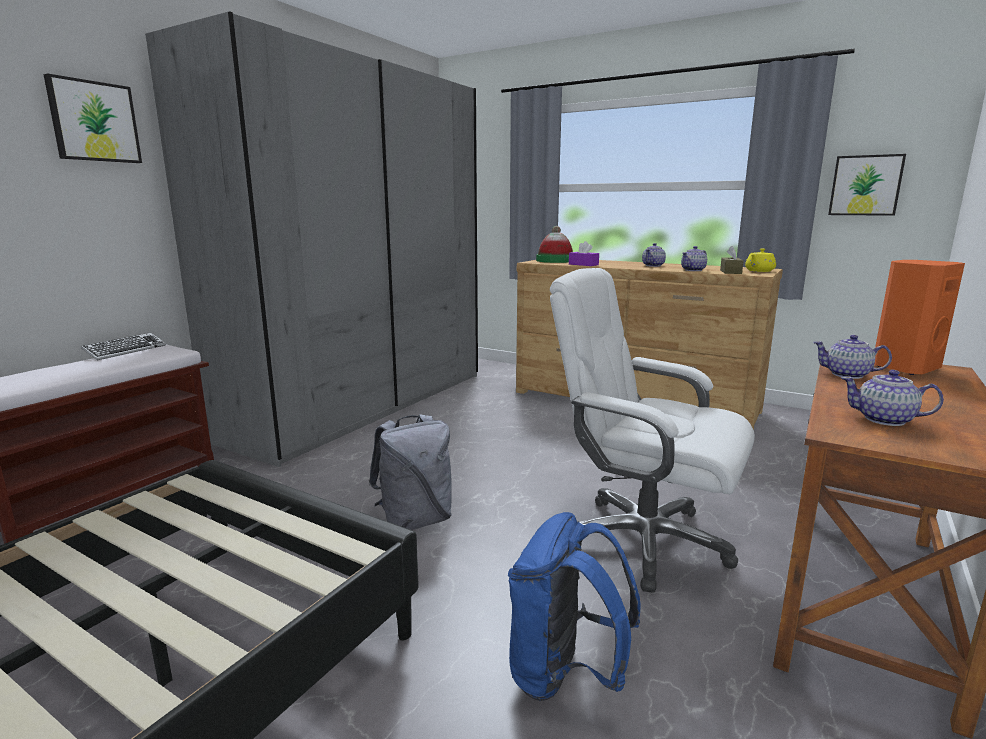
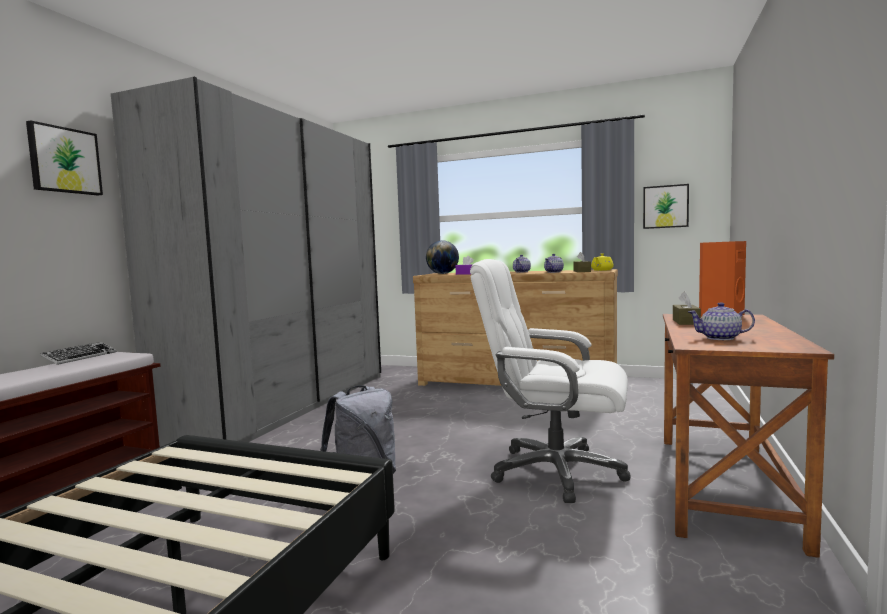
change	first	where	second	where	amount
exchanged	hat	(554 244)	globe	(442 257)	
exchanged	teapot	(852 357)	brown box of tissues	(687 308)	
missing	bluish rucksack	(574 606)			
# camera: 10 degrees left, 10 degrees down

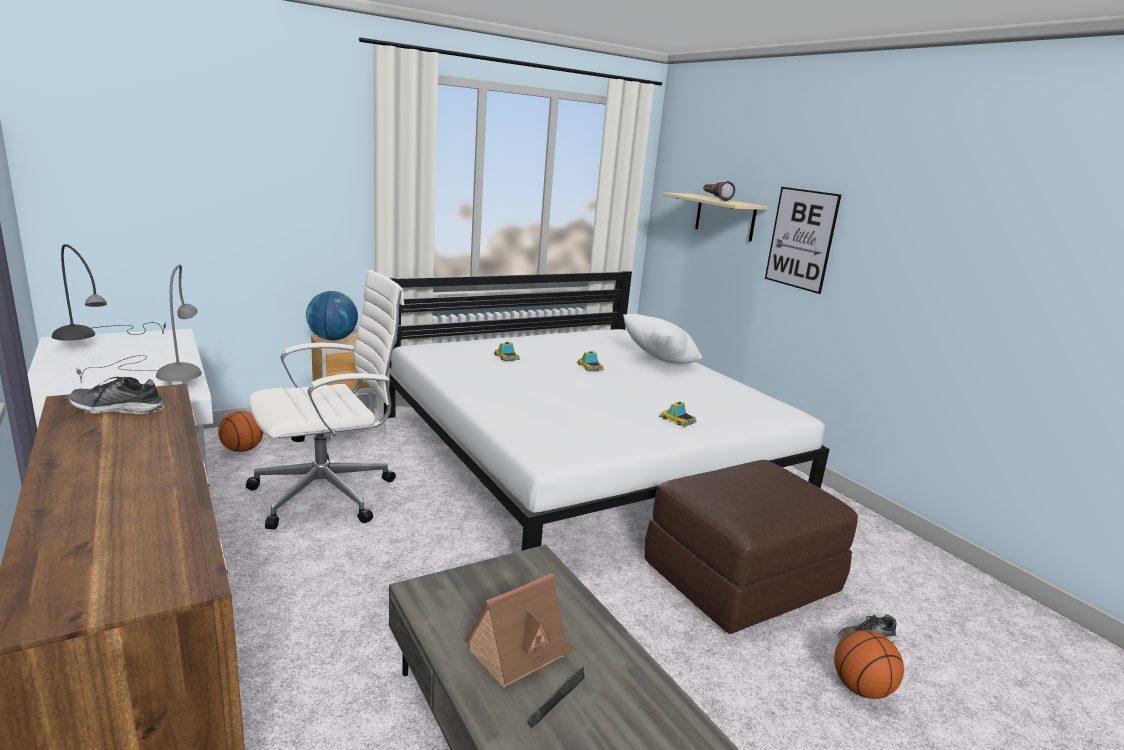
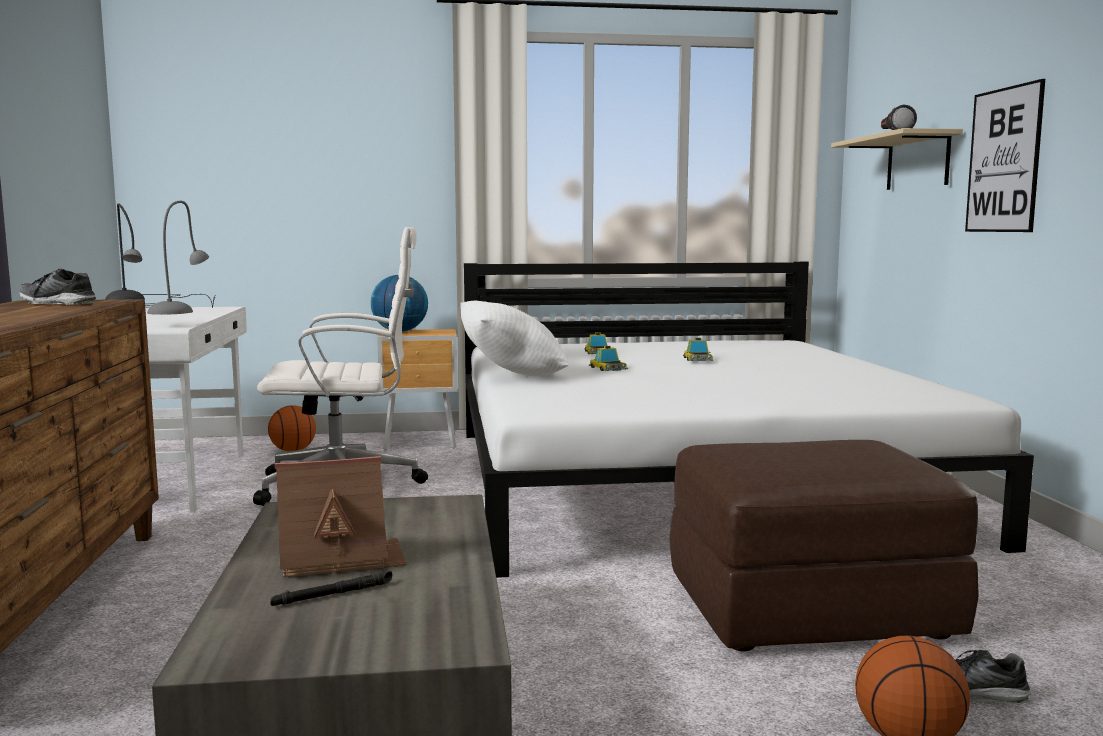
change	first	where	second	where	amount
relocated	white-coloured cushion	(662 339)		(514 338)	
relocated	miniature car	(678 413)		(608 358)	
# camera: 25 degrees right, 10 degrees down

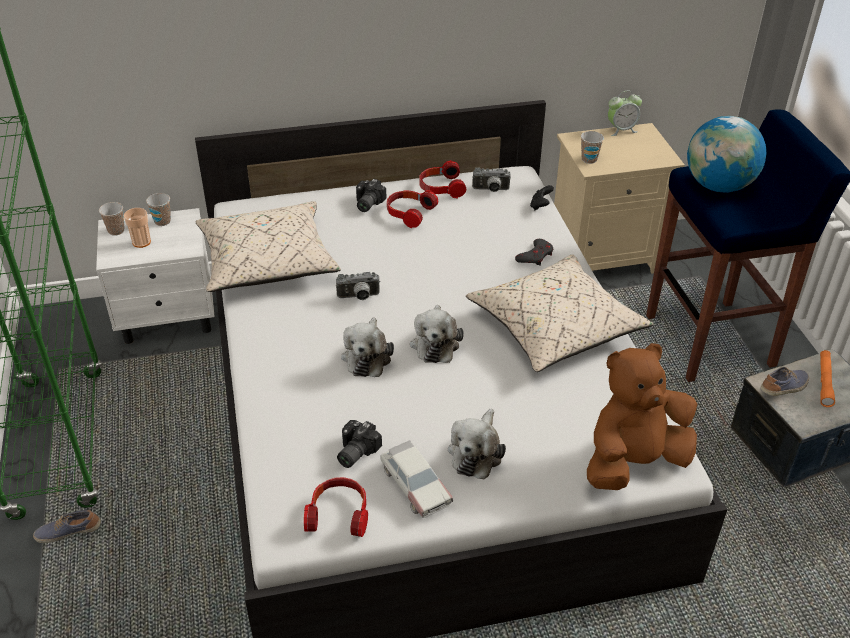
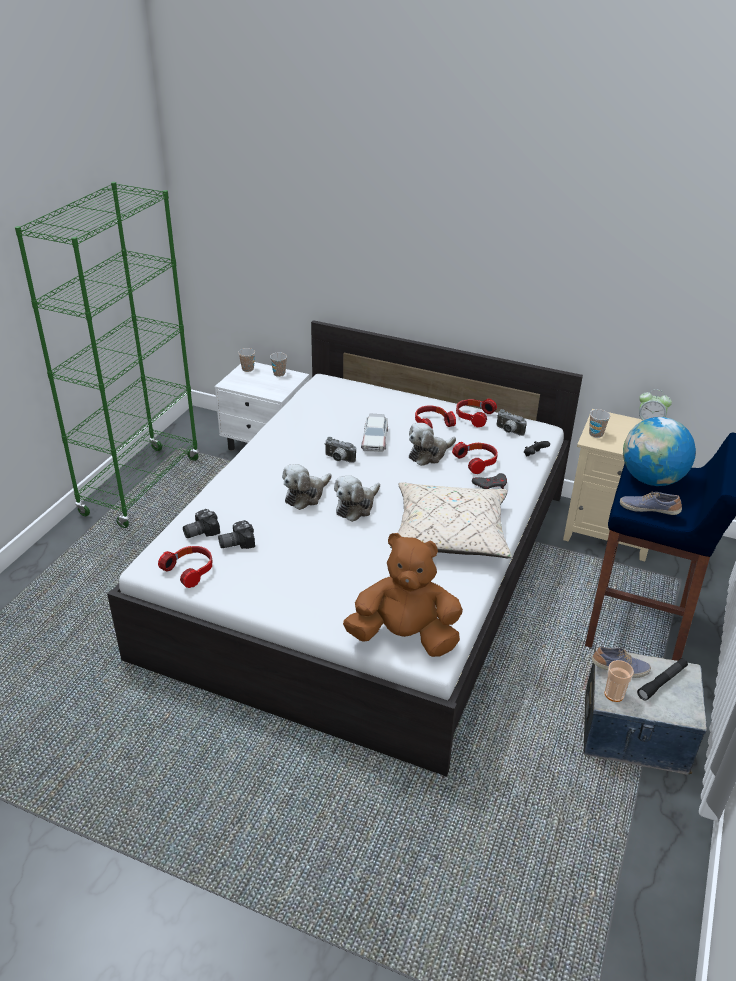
change	first	where	second	where	amount
relocated	still camera	(371 195)		(201 523)	
missing	sand-coloured cushion	(268 246)			
relocated	small cup	(137 228)		(619 681)	
colour	orange hand torch	(827 378)	black hand torch	(662 679)	
relocated	plush toy	(477 444)		(432 444)	
relocated	miniature car	(416 479)		(374 433)	
relocated	item of footwear	(67 526)		(651 503)	
appeared			headset	(475 458)	
# camera: 35 degrees right, 5 degrees down

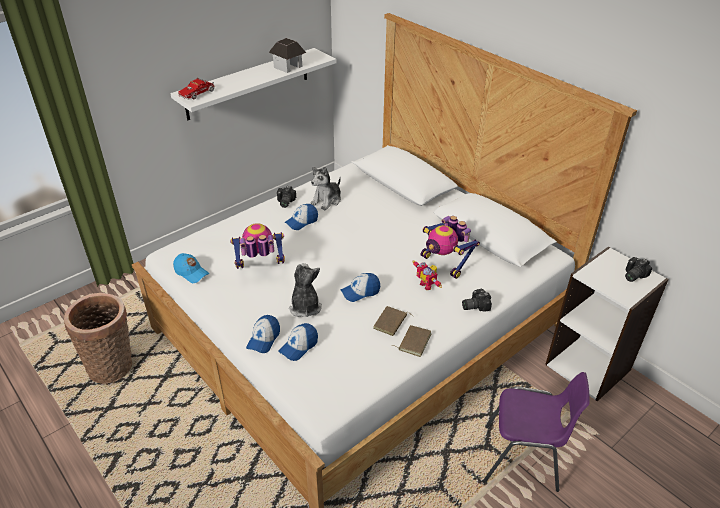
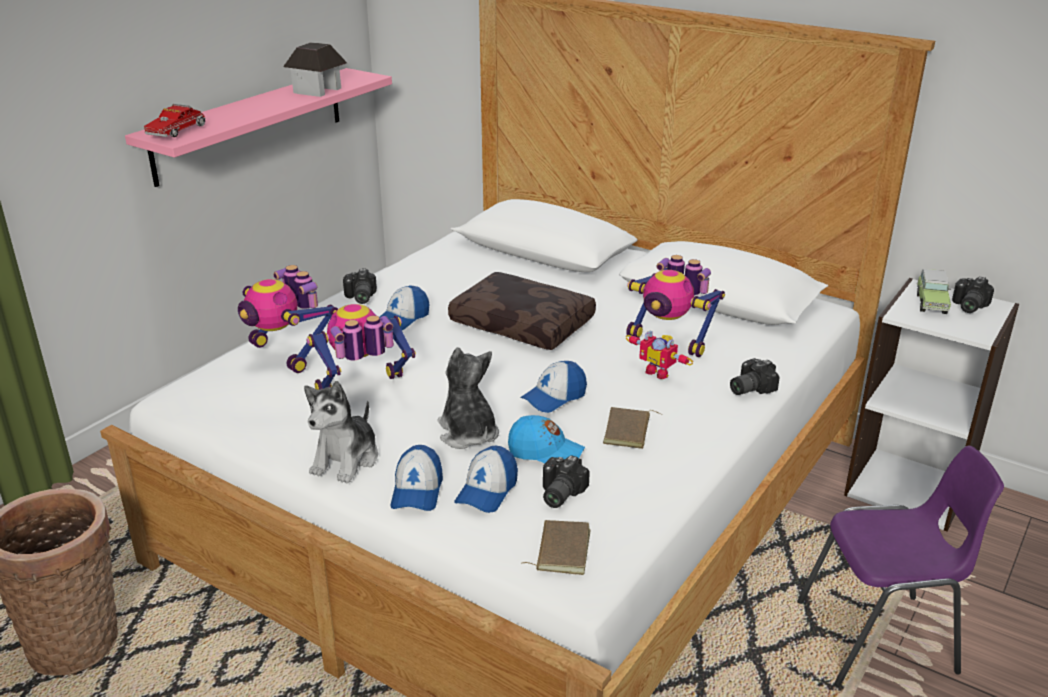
change	first	where	second	where	amount
colour	white-coloured shelf	(253 84)	pink shelf	(258 127)	
relocated	plush toy	(326 188)		(341 432)	
relocated	bluish cap	(191 268)		(546 439)	
relocated	brown bound book	(411 341)		(555 547)	
appeared			toy robot	(288 319)	
appeared			miniature car	(934 291)	
appeared			brown cushion	(522 311)	
appeared			still camera	(566 481)	
# camera: 15 degrees left, 10 degrees down

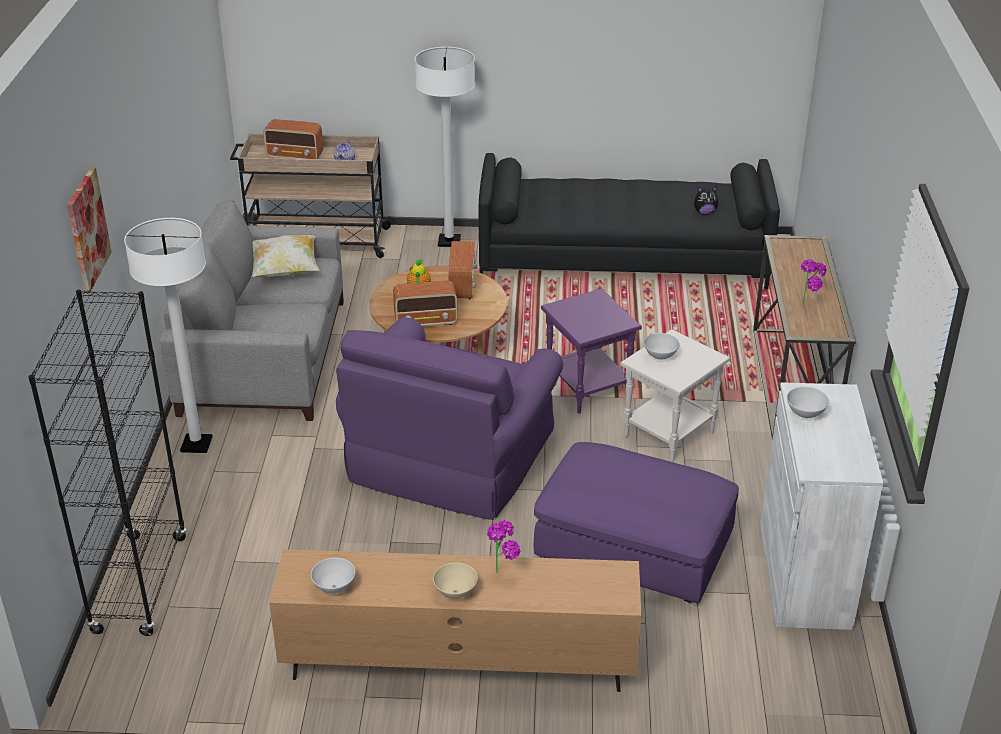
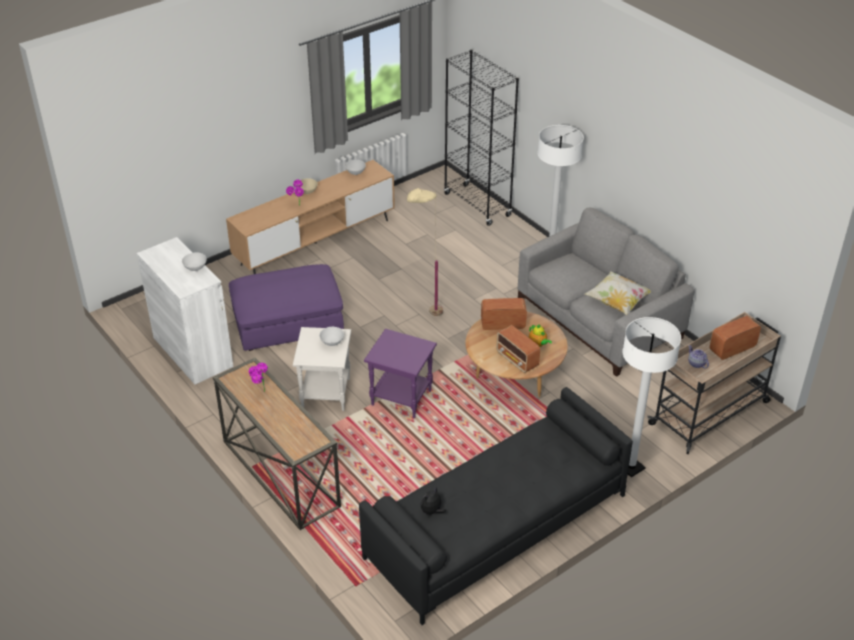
change	first	where	second	where	amount
missing	wall picture	(89 230)			
spun	radio receiver	(425 304)		(504 314)	45 degrees clockwise
exchanged	purple lounge chair	(449 418)	sand-coloured standing lamp	(425 252)	
# camera: 140 degrees right, 5 degrees up

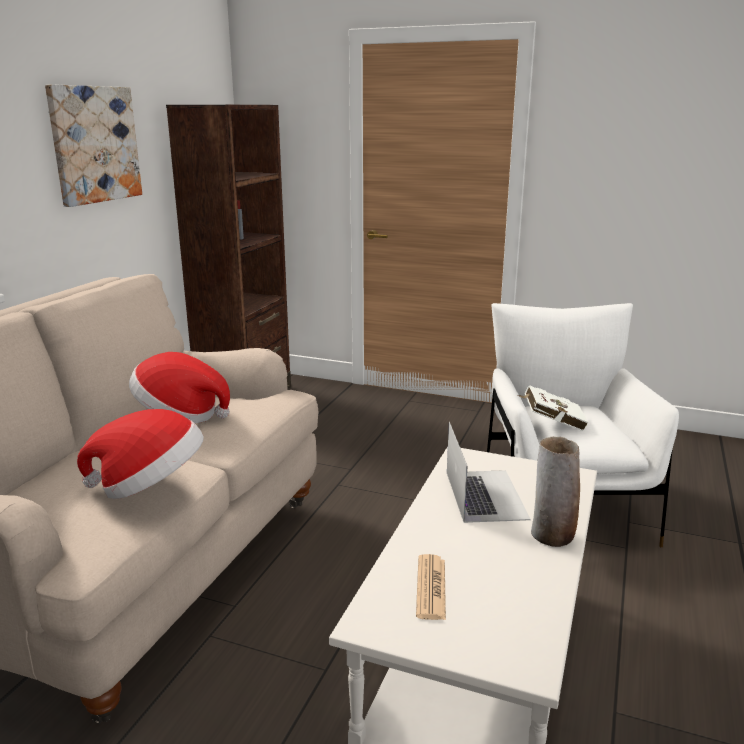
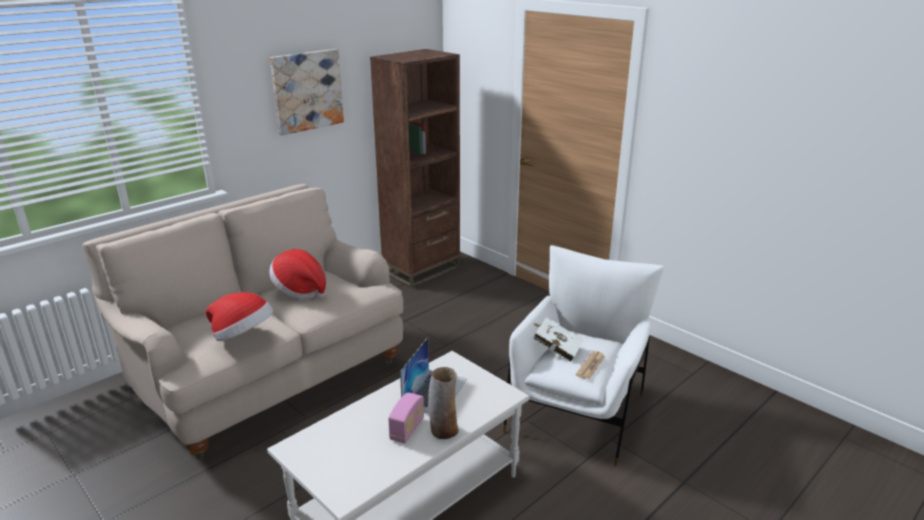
change	first	where	second	where	amount
relocated	daily paper	(431 587)		(590 365)	
appeared			radio receiver	(406 417)	
# camera: 25 degrees right, 5 degrees up

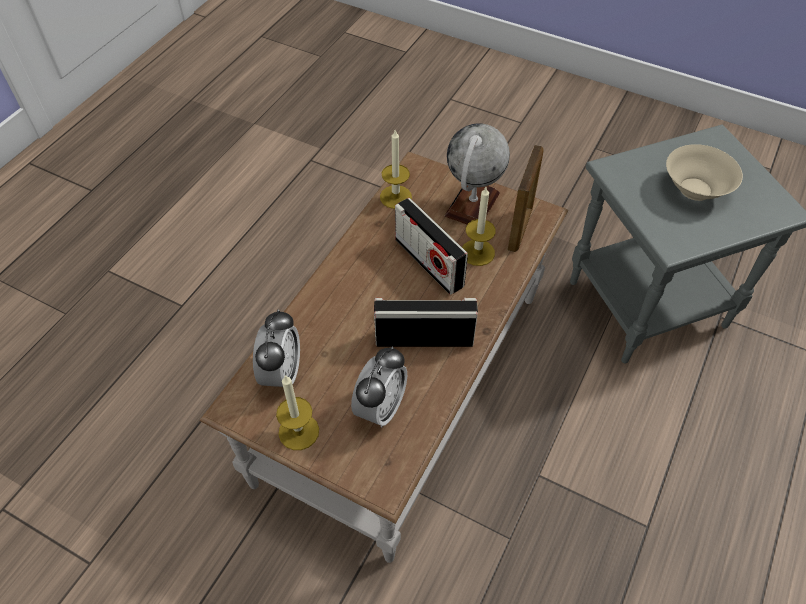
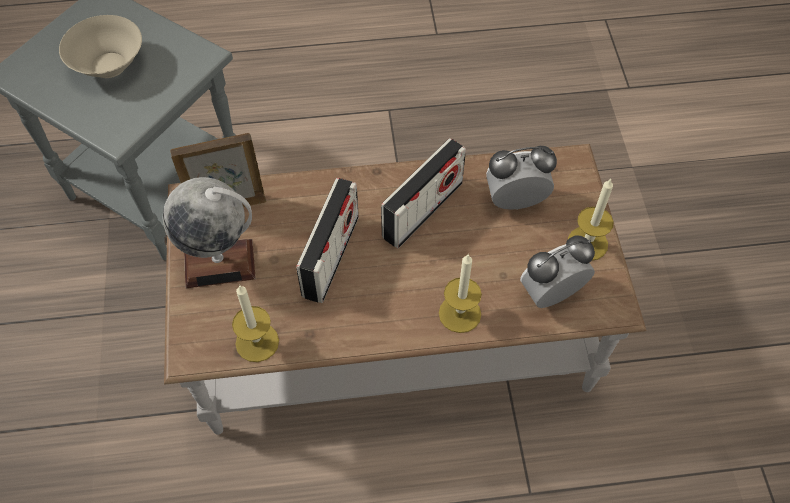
change	first	where	second	where	amount
relocated	candle	(479 226)		(460 294)	
spun	radio receiver	(426 322)		(423 193)	105 degrees counterclockwise
# camera: 125 degrees left, 5 degrees up

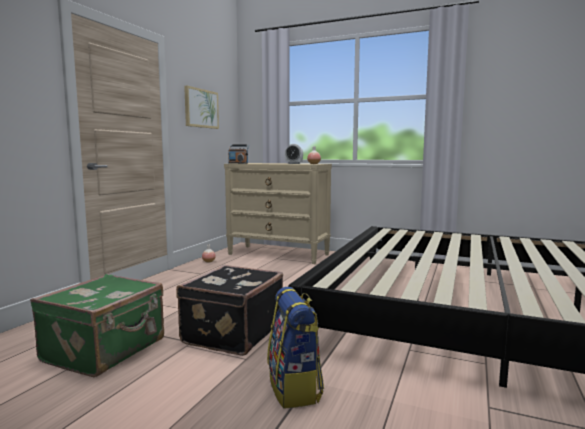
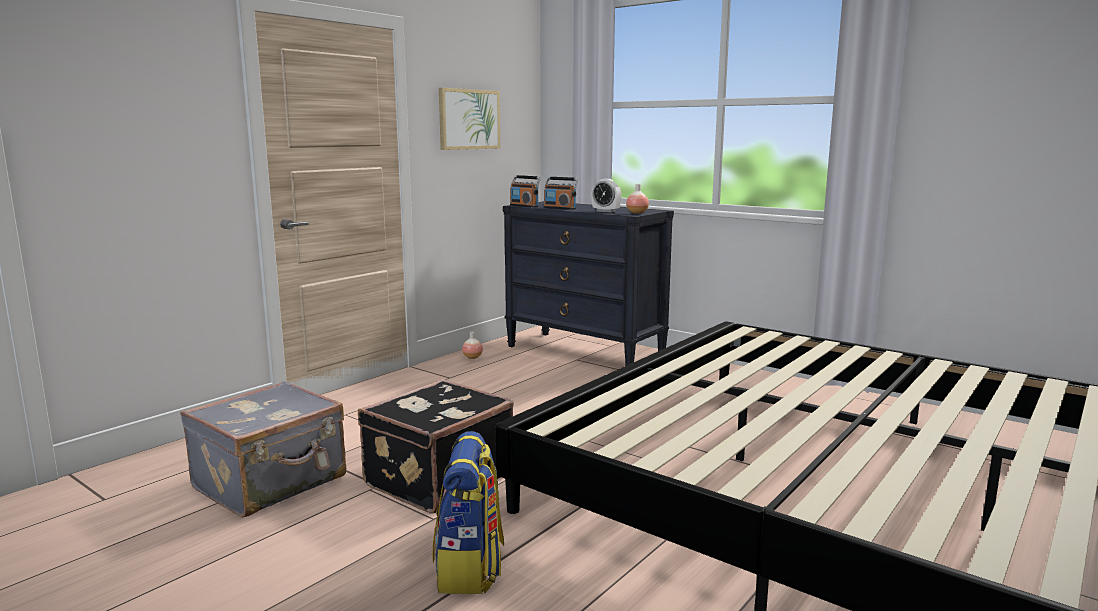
change	first	where	second	where	amount
colour	sand-coloured drawer chest	(278 213)	black drawer chest	(588 283)	
colour	green suitcase	(97 325)	gray suitcase	(263 449)	
appeared			radio receiver	(561 193)	
# camera: 15 degrees right, 5 degrees up

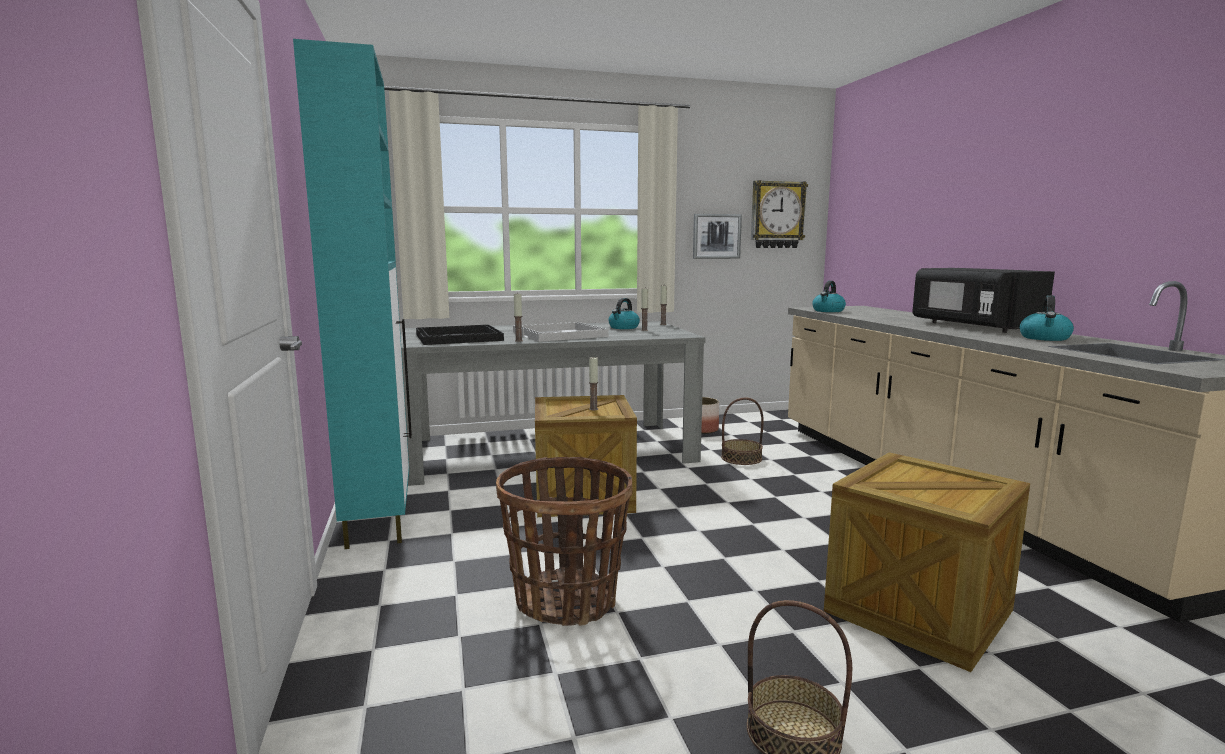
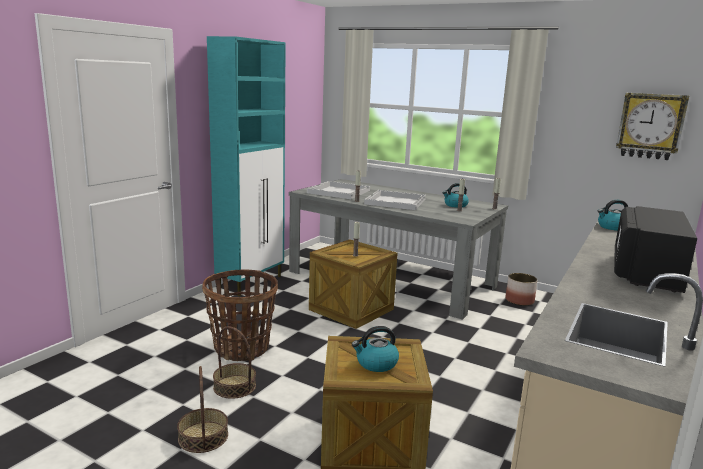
change	first	where	second	where	amount
missing	wall picture	(717 236)			
relocated	kettle	(1047 318)		(375 349)	
colour	black serving tray	(460 335)	white-coloured serving tray	(338 190)	
relocated	basket	(742 431)		(234 362)	
# camera: 45 degrees right, 5 degrees up

